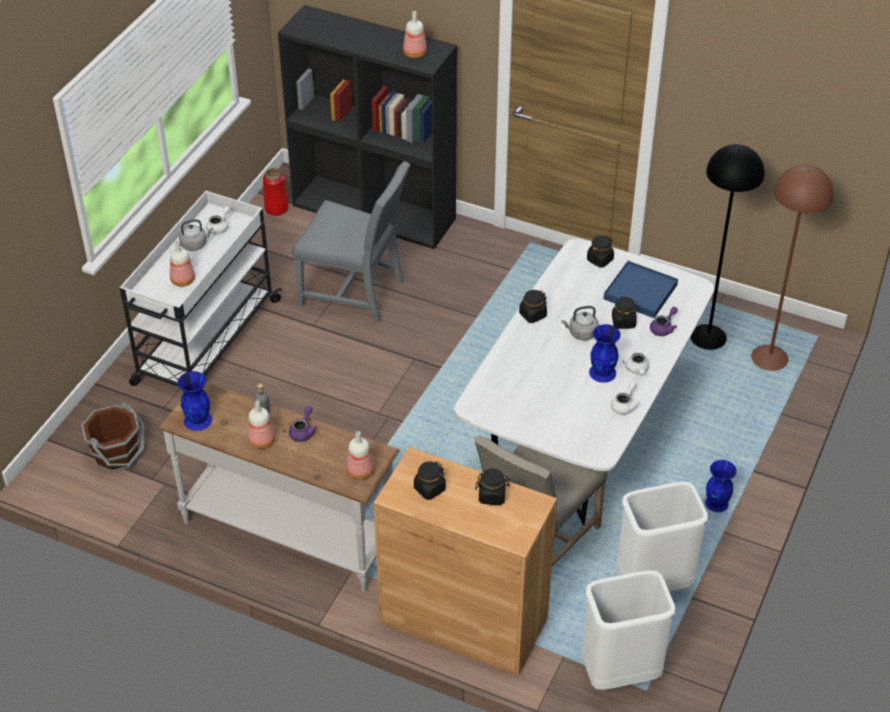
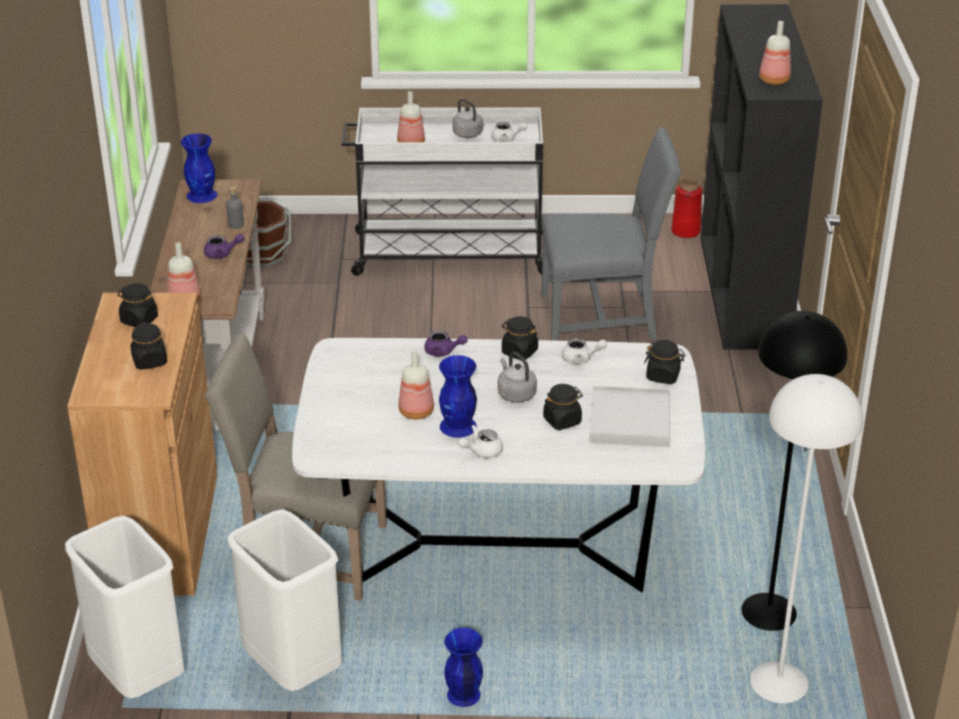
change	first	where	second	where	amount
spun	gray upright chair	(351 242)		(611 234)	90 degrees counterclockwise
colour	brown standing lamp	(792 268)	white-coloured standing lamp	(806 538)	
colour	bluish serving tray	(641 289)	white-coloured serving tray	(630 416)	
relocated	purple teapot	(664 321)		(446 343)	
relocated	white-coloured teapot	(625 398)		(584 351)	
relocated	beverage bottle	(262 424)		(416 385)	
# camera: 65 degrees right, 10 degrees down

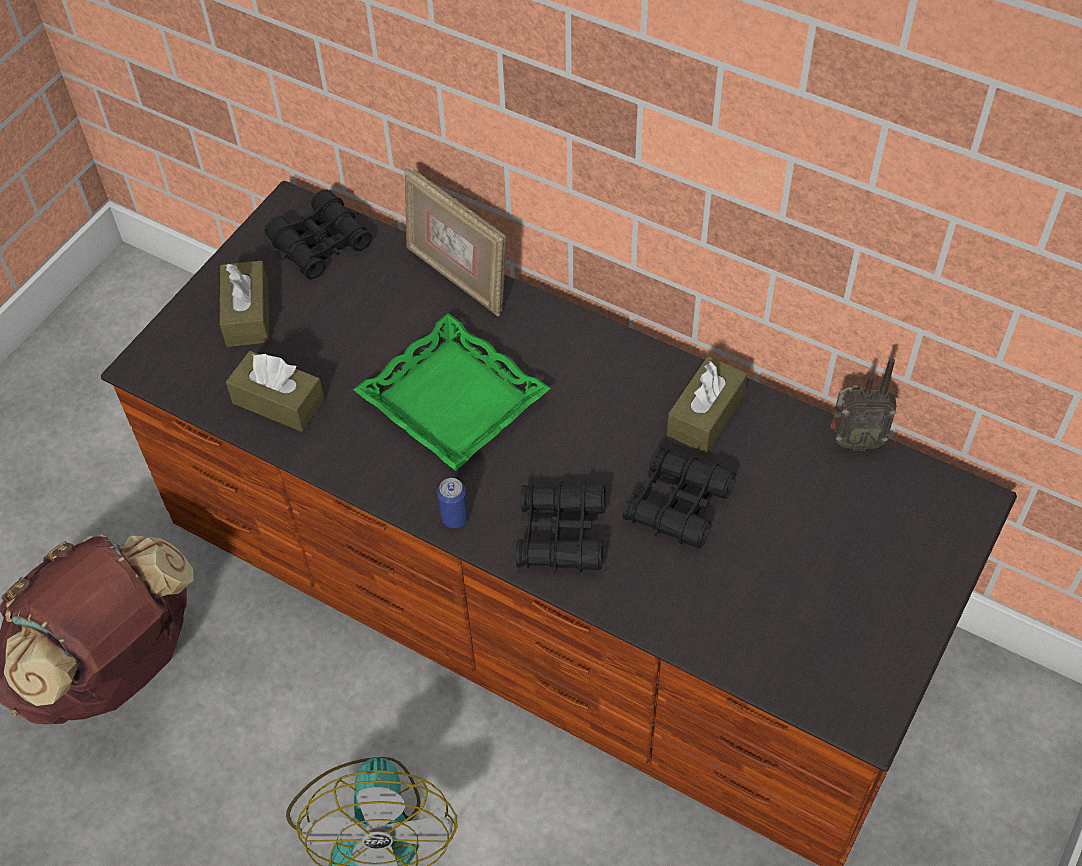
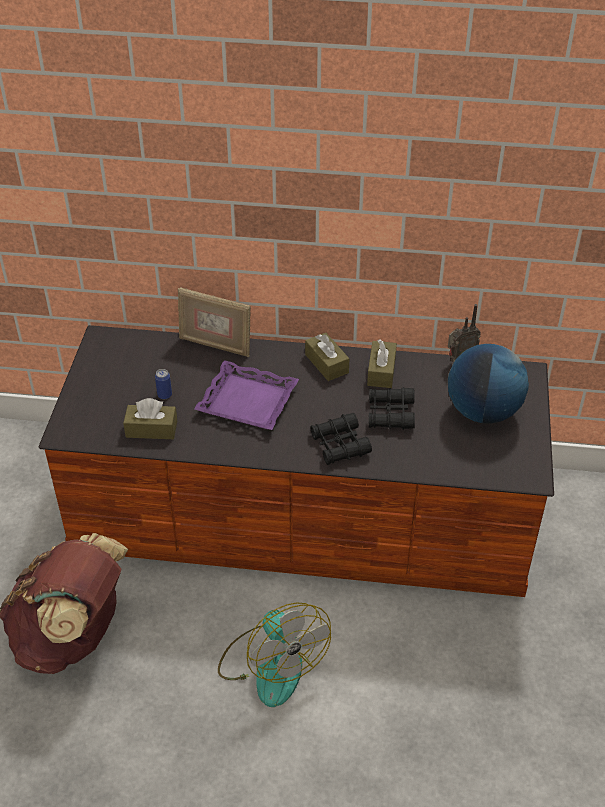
change	first	where	second	where	amount
missing	black field glasses	(318 234)			
relocated	brown box of tissues	(244 304)		(327 357)	
colour	green serving tray	(452 392)	purple serving tray	(246 395)	
relocated	sealed can	(453 503)		(163 384)	
appeared			globe	(488 384)	
# camera: 25 degrees left, 10 degrees down

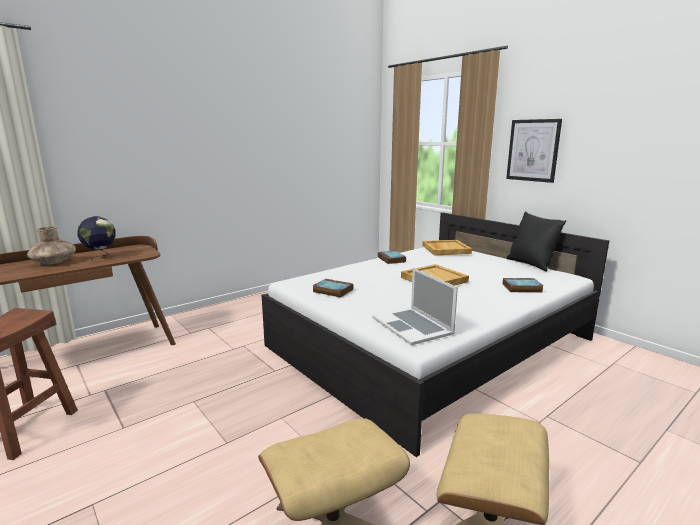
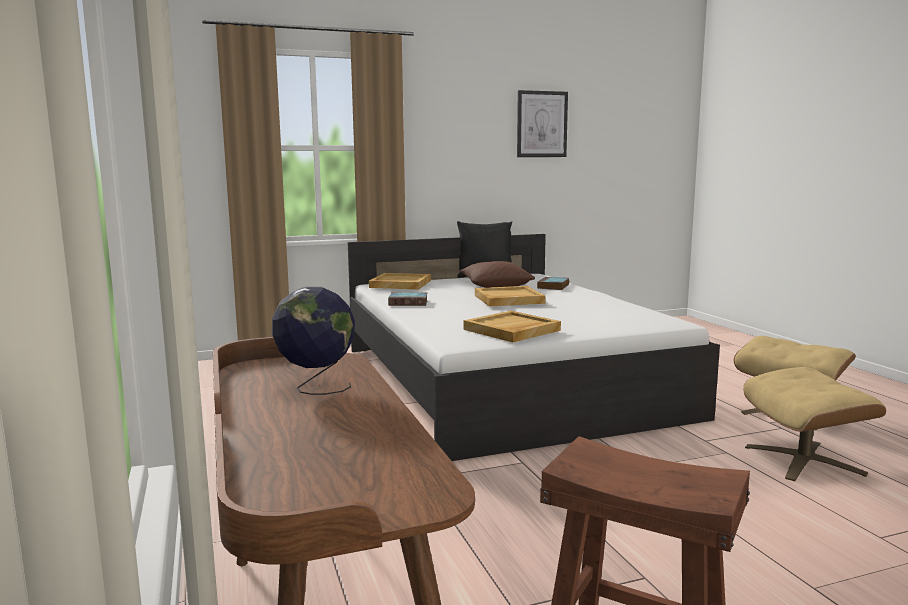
change	first	where	second	where	amount
relocated	wall picture	(534 151)		(542 123)	
missing	brown vase	(51 245)			
missing	portable computer	(415 306)			
exchanged	bound book	(333 288)	sand-coloured serving tray	(512 326)	
appeared			brown cushion	(497 274)	
# camera: 70 degrees left, 5 degrees down

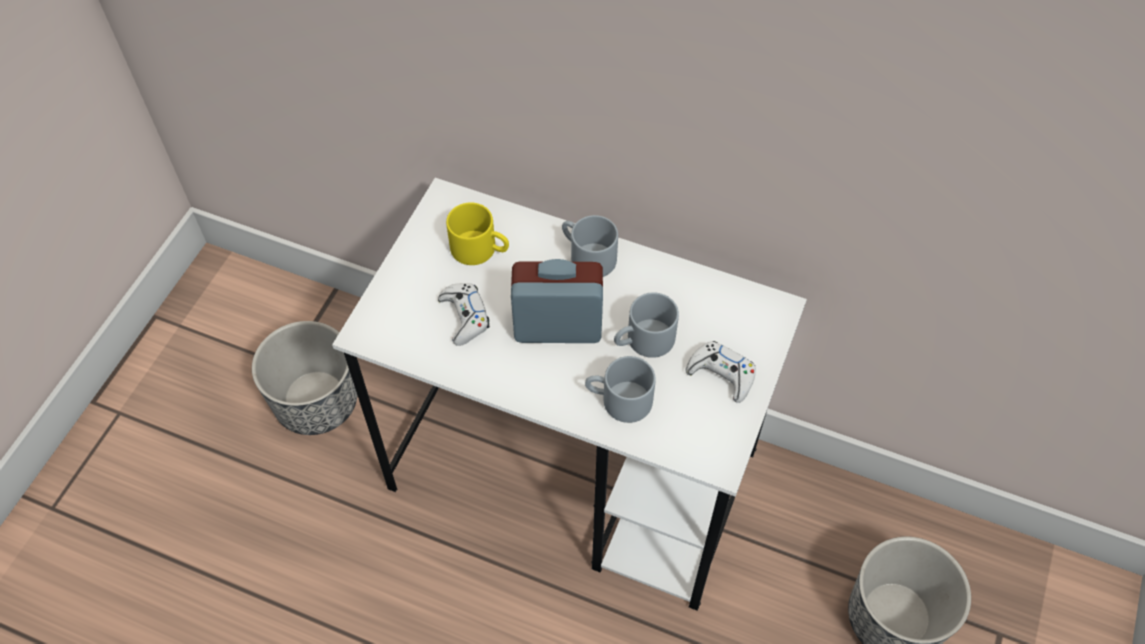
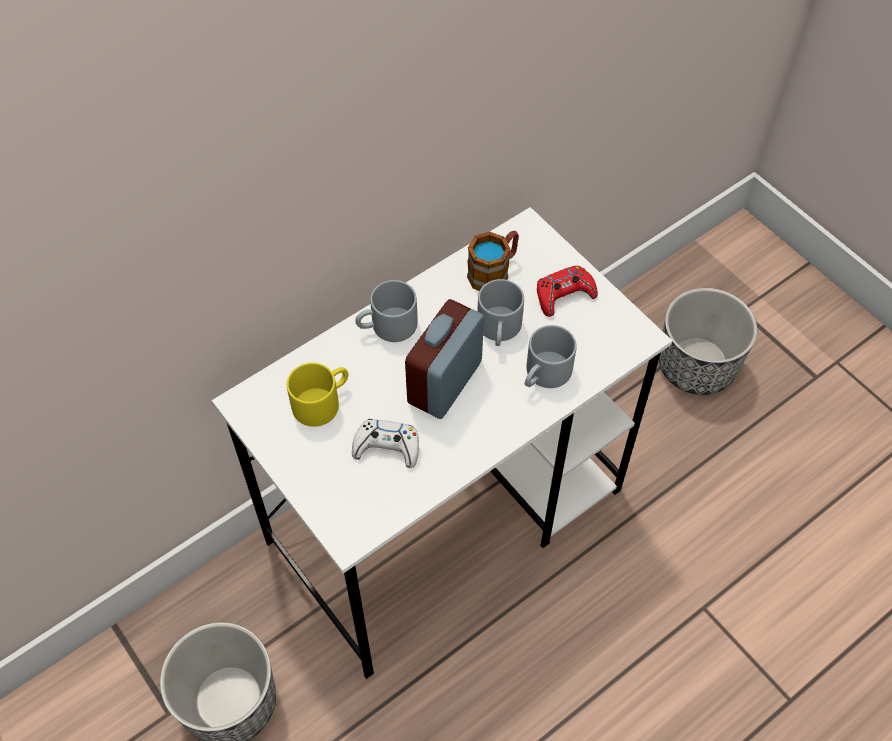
change	first	where	second	where	amount
colour	white-coloured joypad	(721 372)	red-coloured joypad	(567 291)	
appeared			tea mug	(493 261)	
# camera: 60 degrees left, 0 degrees up

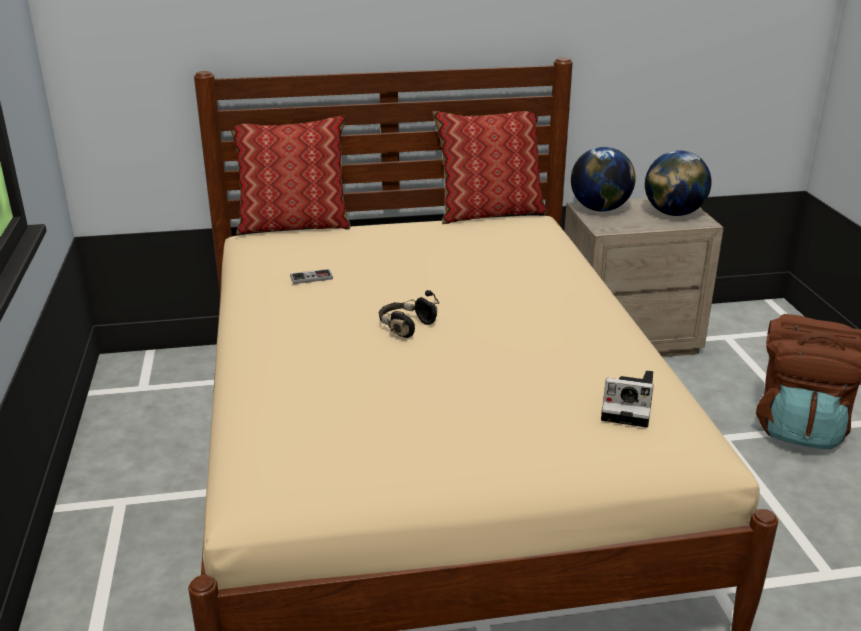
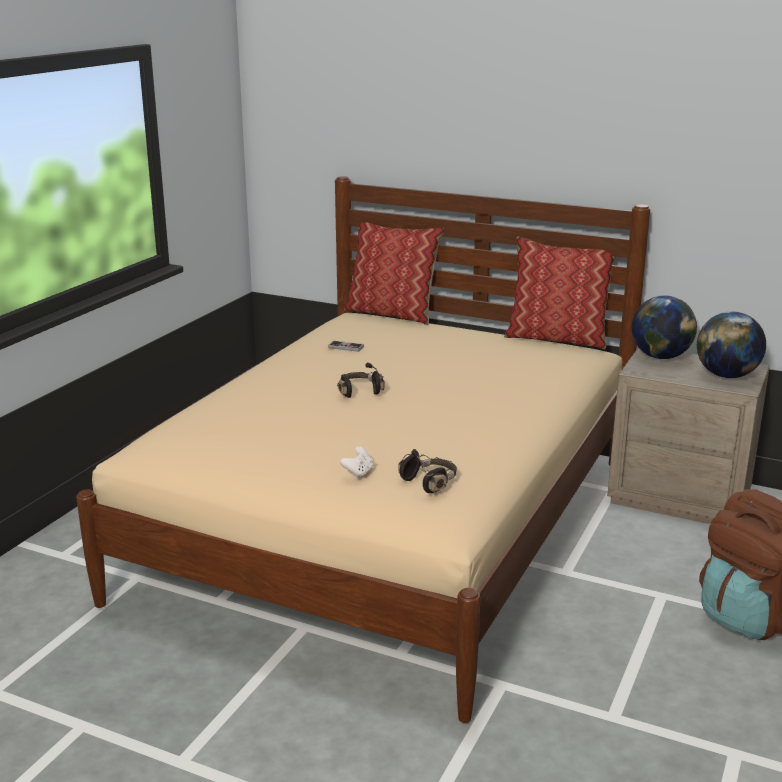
change	first	where	second	where	amount
exchanged	still camera	(627 399)	black headset	(427 471)	
appeared			white-coloured joypad	(356 462)	
# camera: 35 degrees right, 5 degrees down

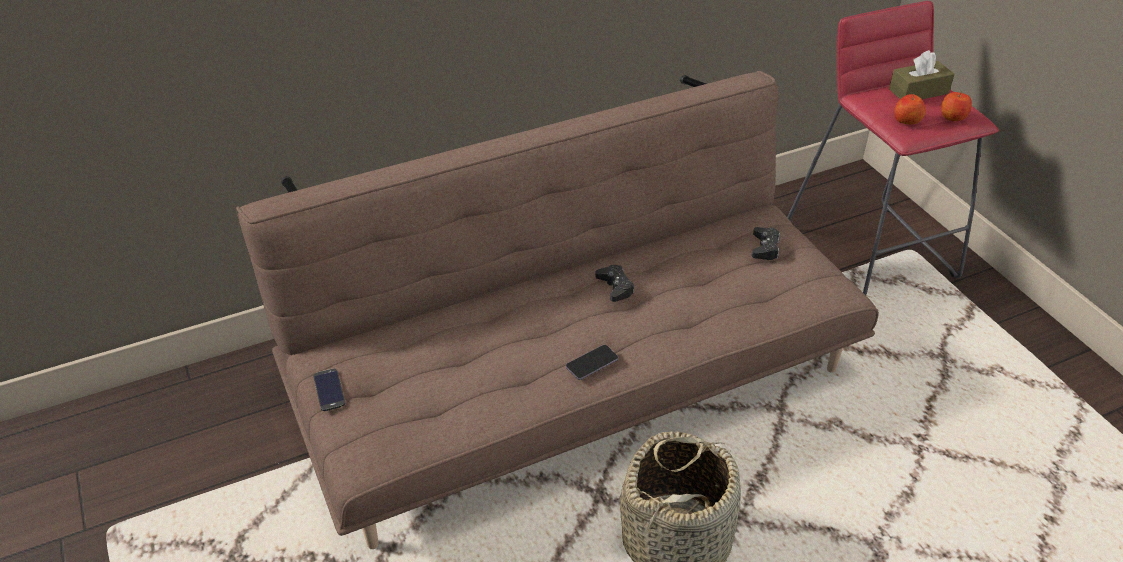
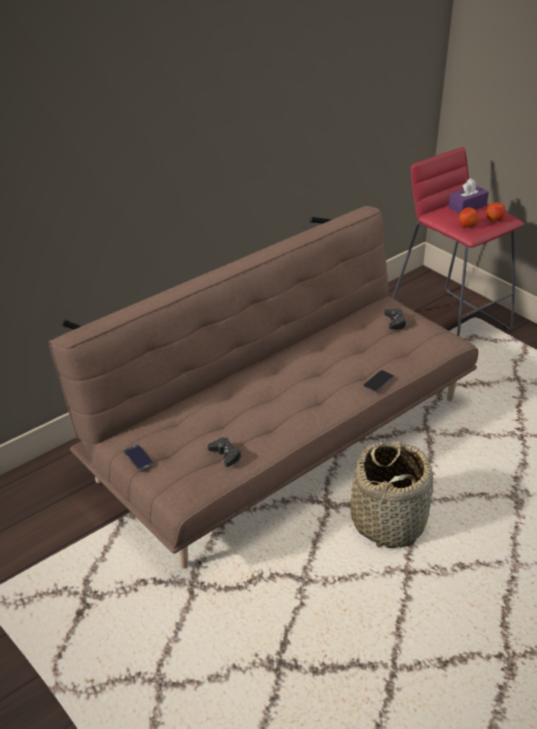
change	first	where	second	where	amount
colour	brown box of tissues	(921 74)	purple box of tissues	(469 196)	
relocated	black joypad	(614 283)		(224 452)	
relocated	handset	(592 362)		(378 381)	
# camera: 15 degrees left, 5 degrees down

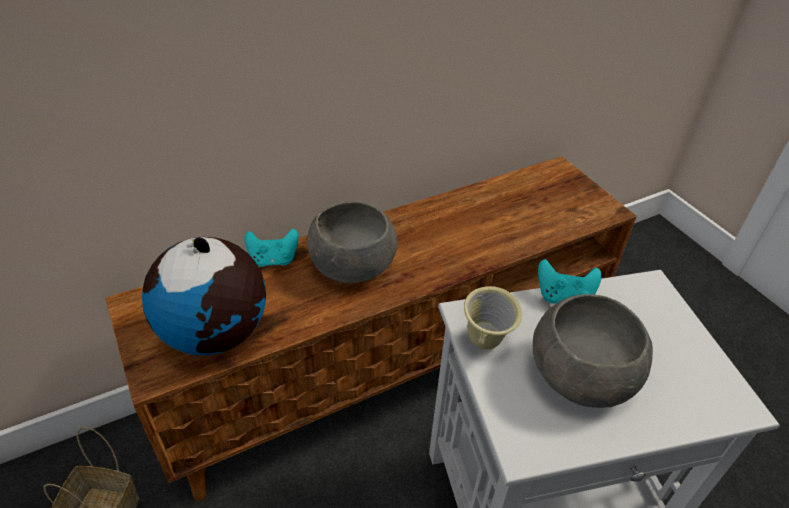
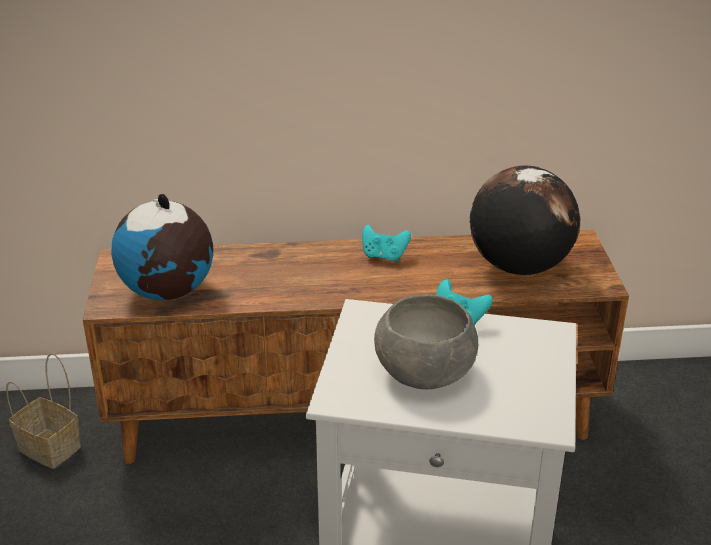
change	first	where	second	where	amount
missing	gray deep dish	(352 242)			
relocated	blue-green joypad	(272 248)		(386 243)	
missing	sand-coloured tea mug	(493 317)			
appeared			globe	(525 220)	
# camera: 25 degrees right, 10 degrees down

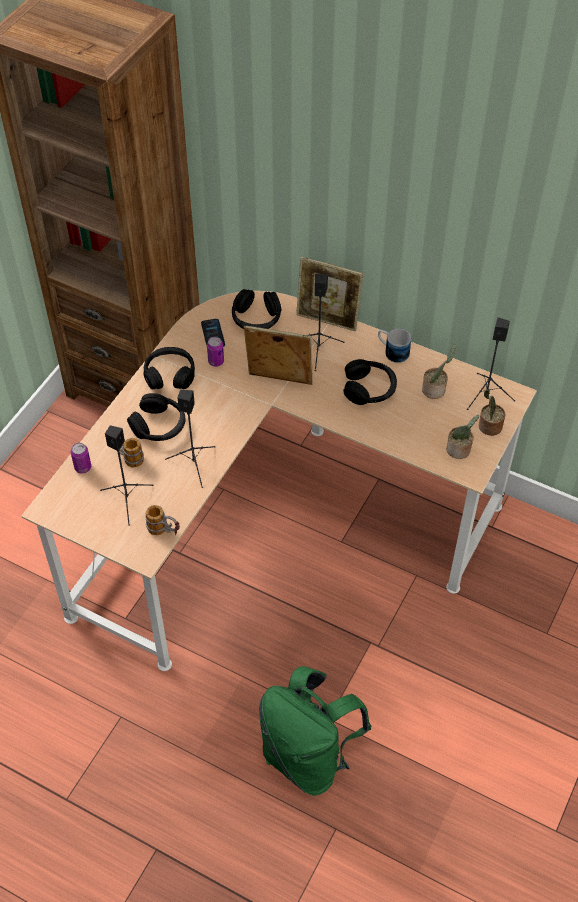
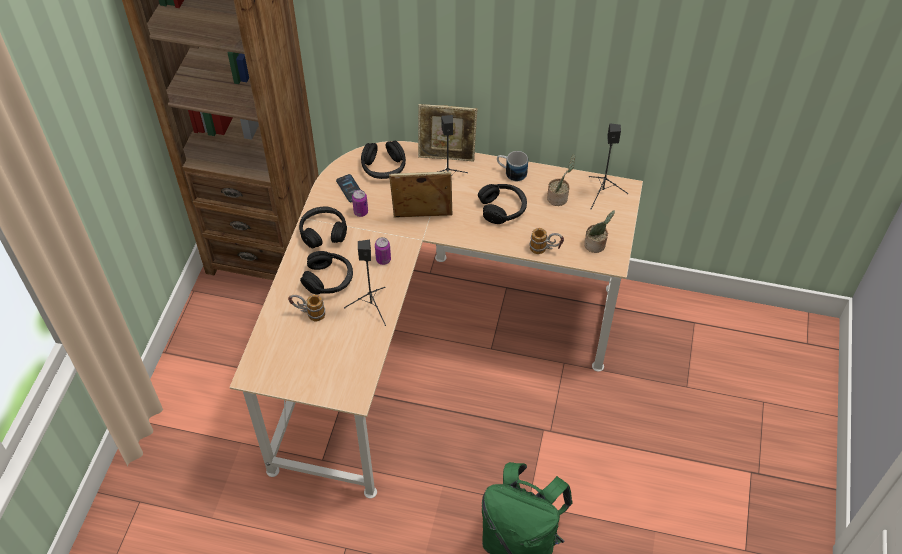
change	first	where	second	where	amount
missing	plant in a pot	(492 412)			
missing	black speaker	(127 475)			
relocated	sealed can	(81 458)		(383 251)	
relocated	tea mug	(162 520)		(547 241)	
# camera: 15 degrees left, 0 degrees up

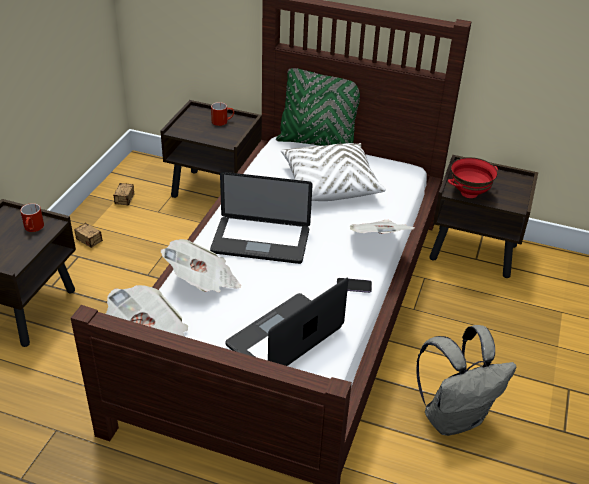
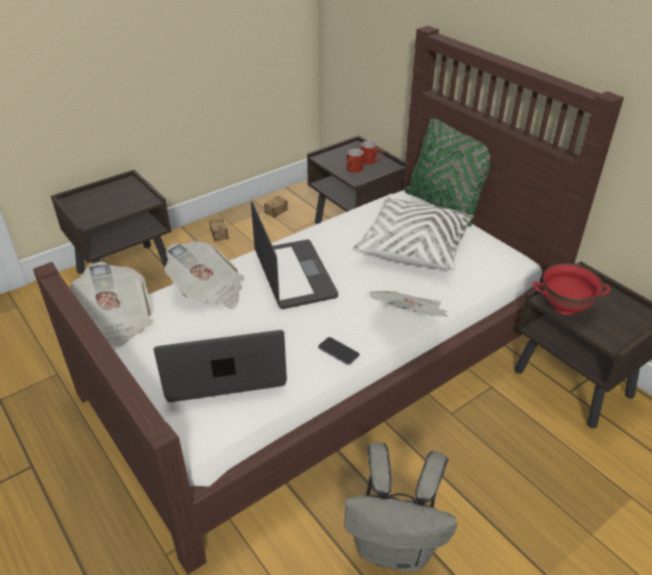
change	first	where	second	where	amount
spun	portable computer	(261 218)		(294 255)	150 degrees counterclockwise
relocated	red-coloured tea mug	(32 217)		(355 161)	
# camera: 35 degrees right, 0 degrees up

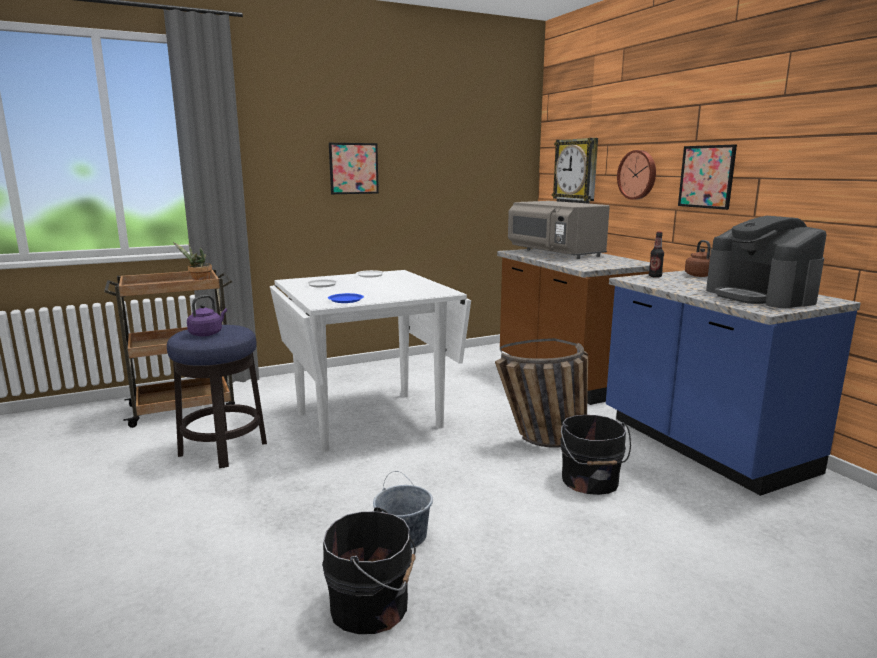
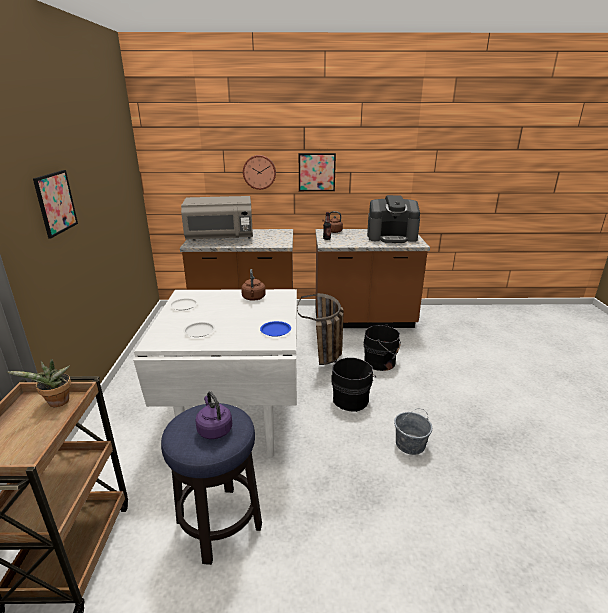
change	first	where	second	where	amount
missing	clock on the wall	(575 171)			
colour	bluish counter	(733 383)	brown counter	(372 278)	
relocated	black pail	(369 570)		(354 384)	
appeared			brown kettle	(253 285)	
# camera: 65 degrees left, 10 degrees up

